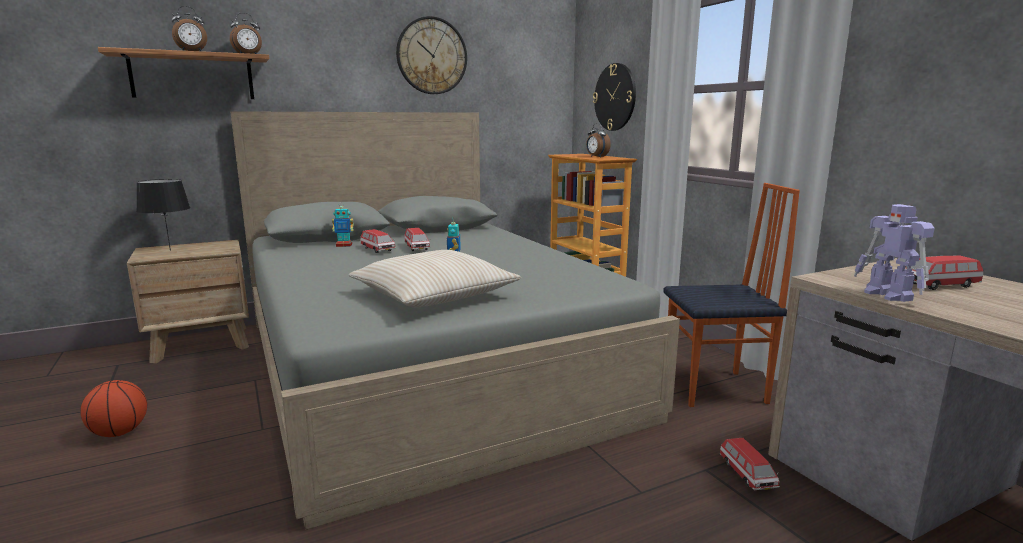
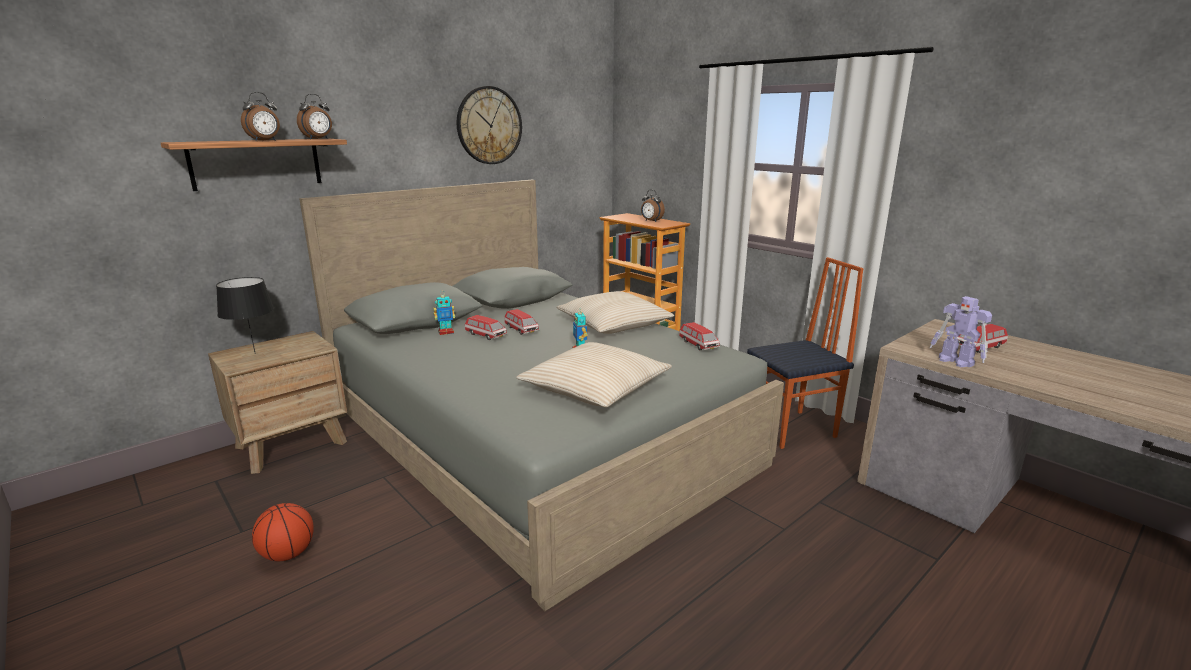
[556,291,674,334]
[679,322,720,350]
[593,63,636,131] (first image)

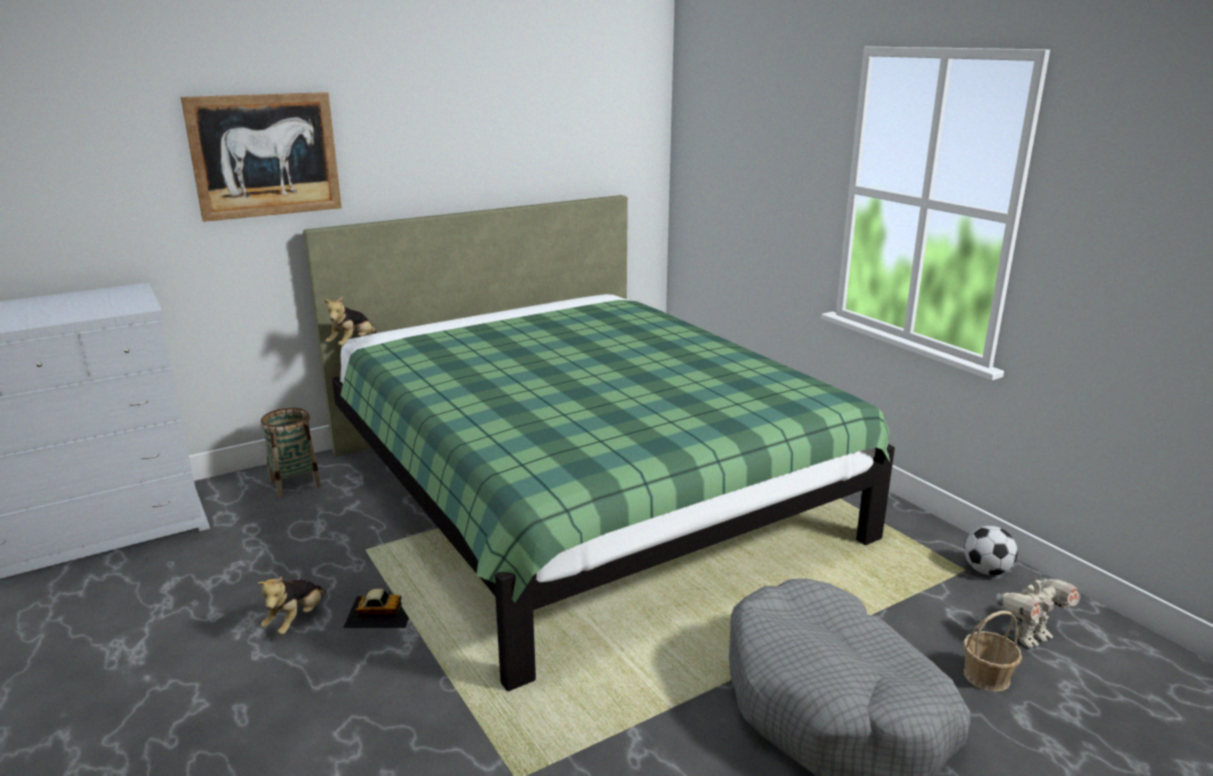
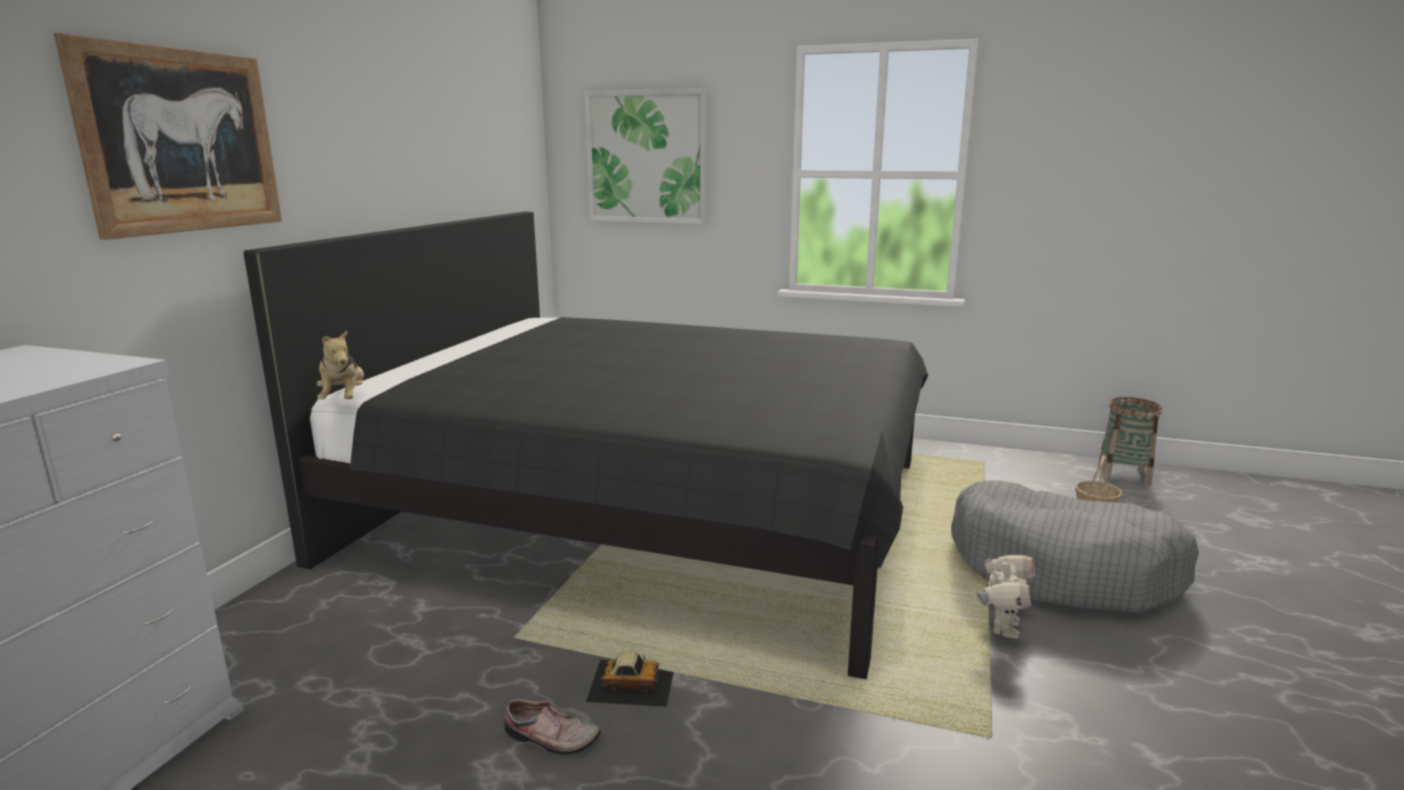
[244,212,928,679]
[504,699,601,755]
[584,88,707,224]
[586,651,674,707]
[977,554,1035,639]
[1098,397,1162,485]
[964,526,1018,575] (first image)

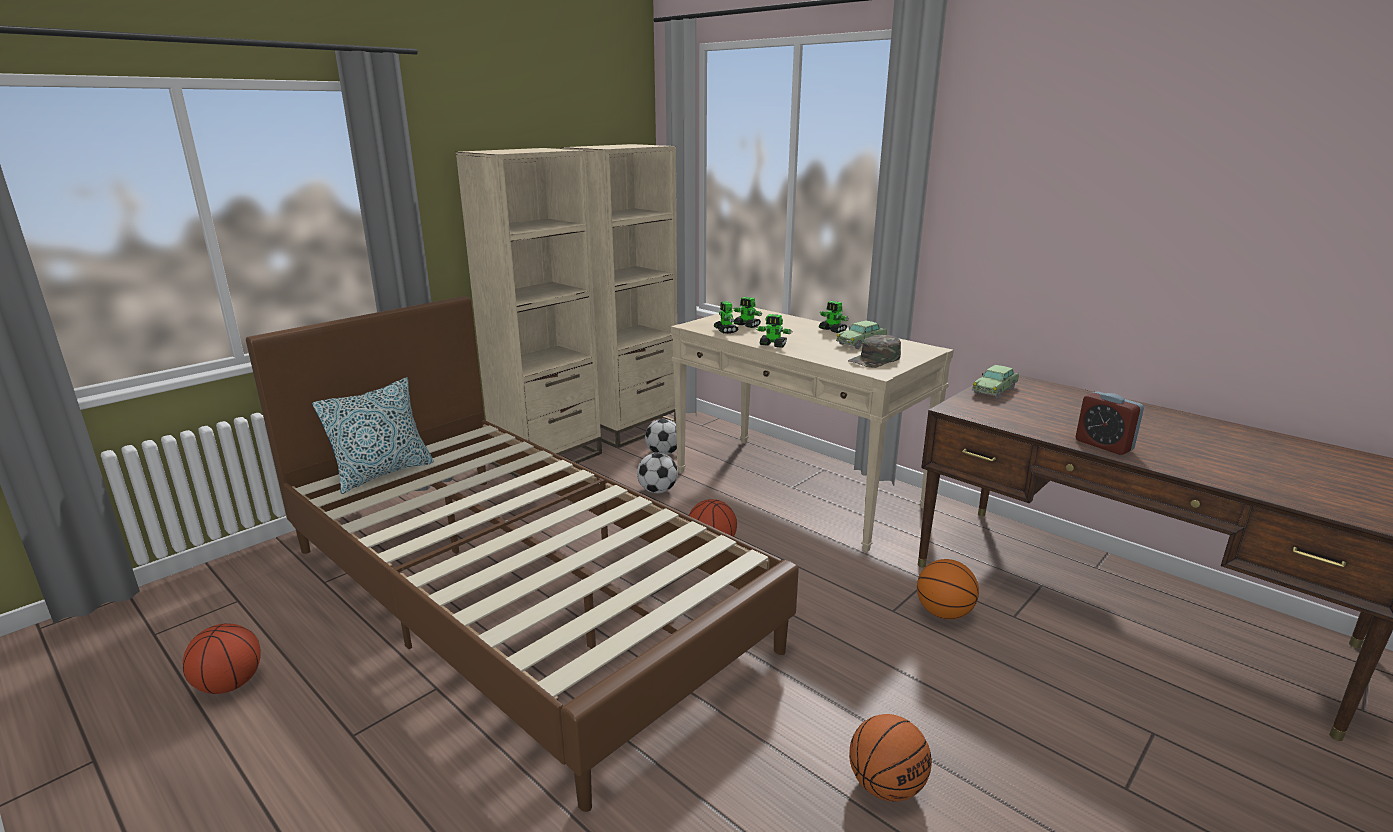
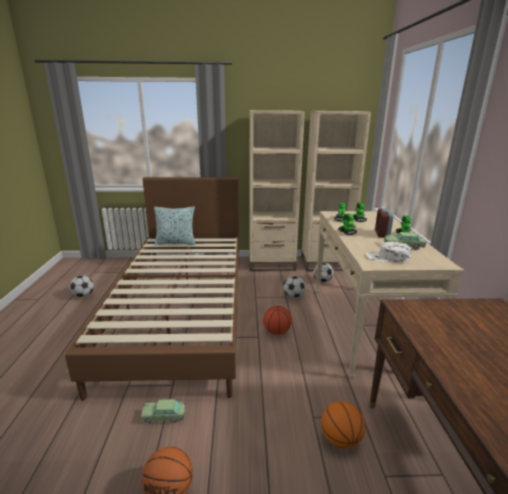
[69,275,94,297]
[140,399,186,424]
[366,242,411,262]
[375,208,394,238]

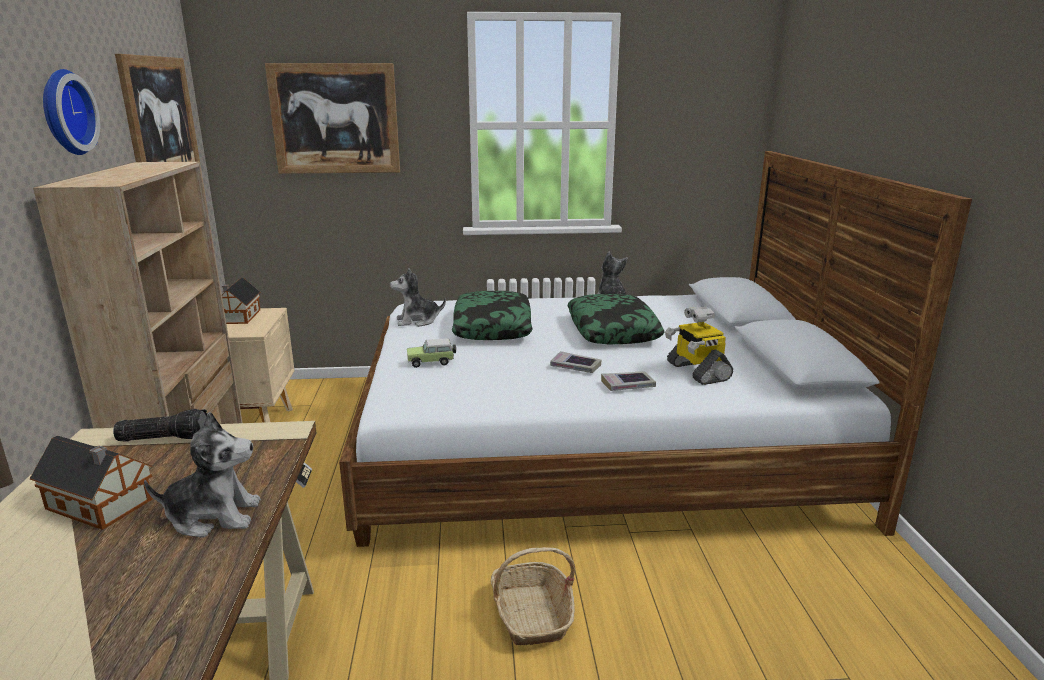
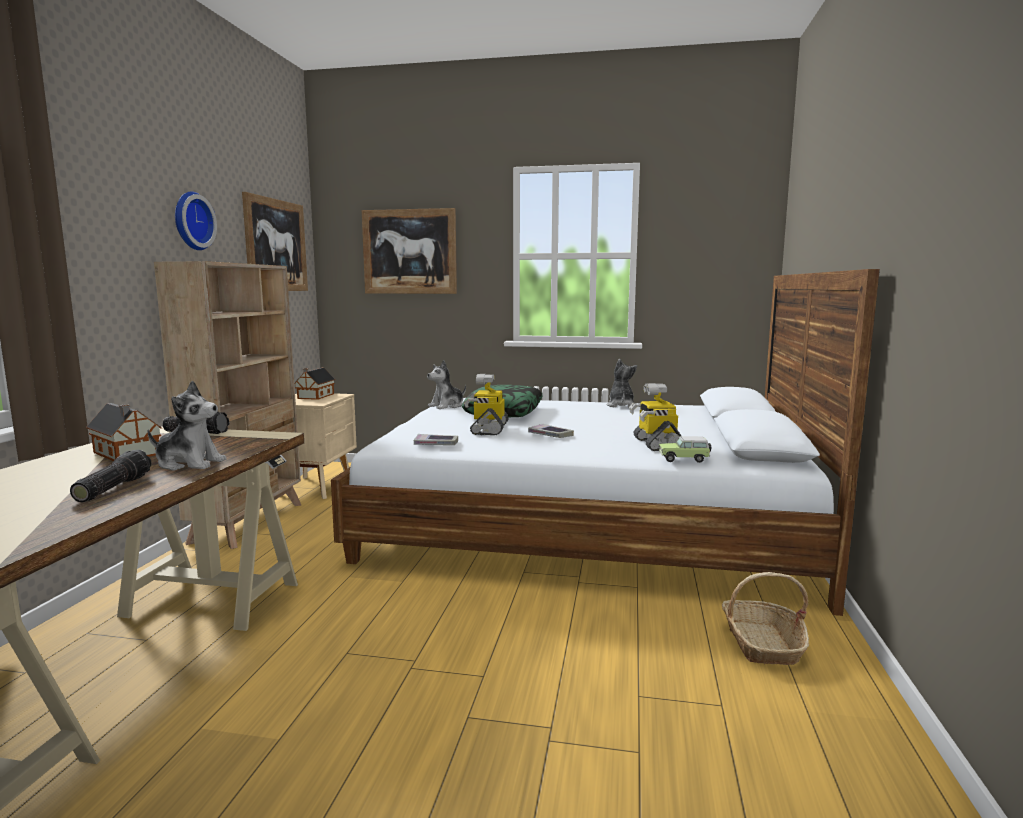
[70,450,151,502]
[414,434,458,445]
[427,360,466,409]
[464,374,508,435]
[659,436,711,463]
[722,572,809,665]
[567,294,665,344] (first image)

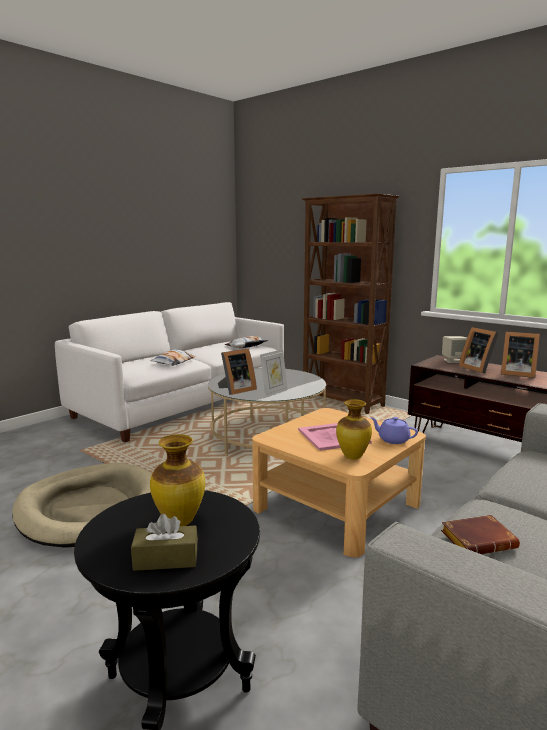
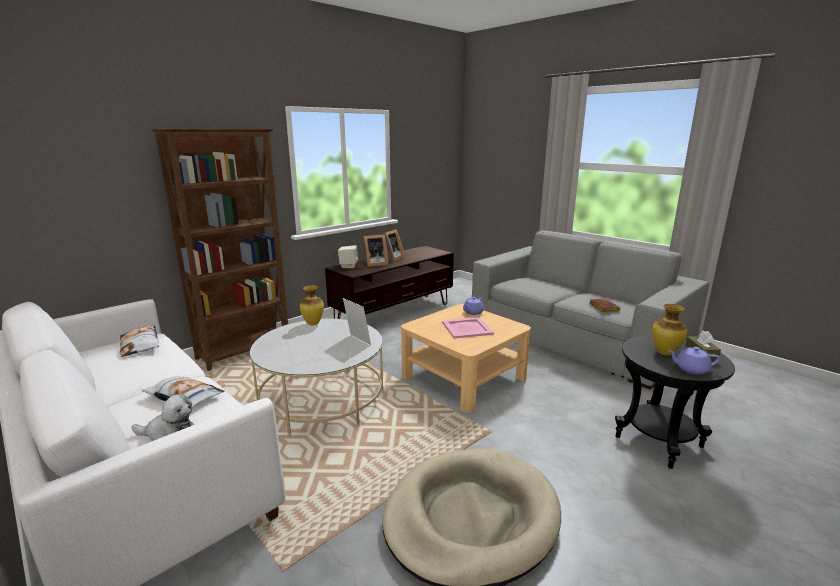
[131,394,195,441]
[300,285,324,325]
[668,347,720,374]
[218,348,257,395] (first image)

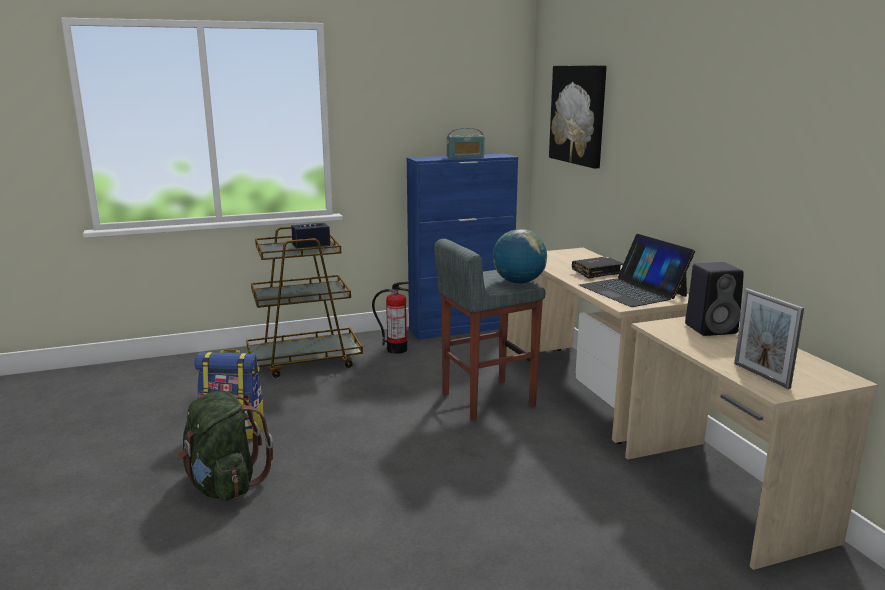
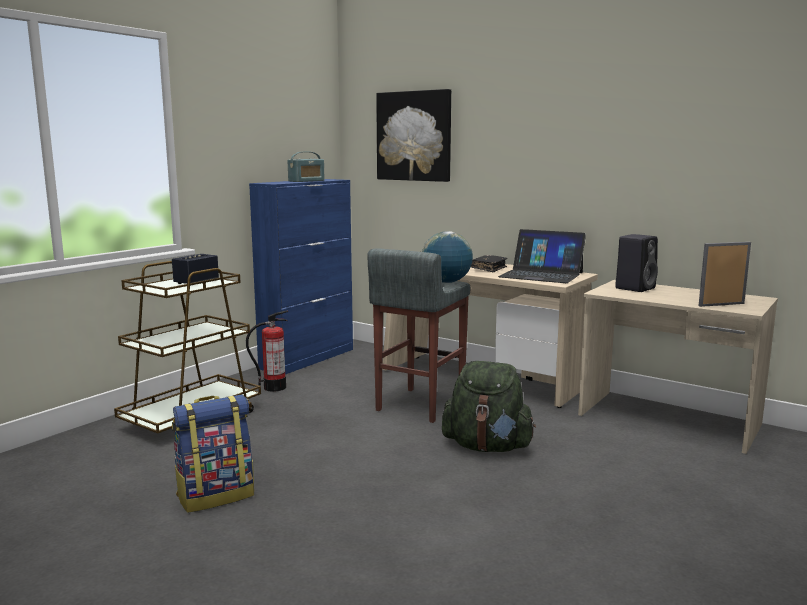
[442,361,536,452]
[698,242,751,307]

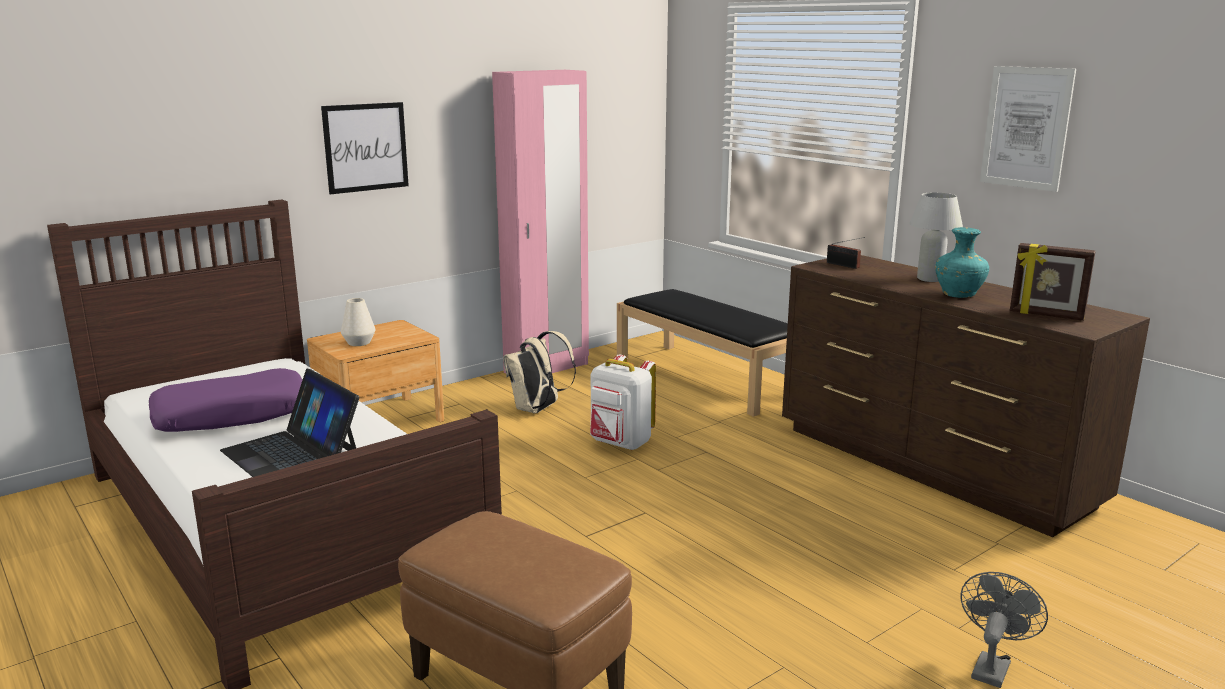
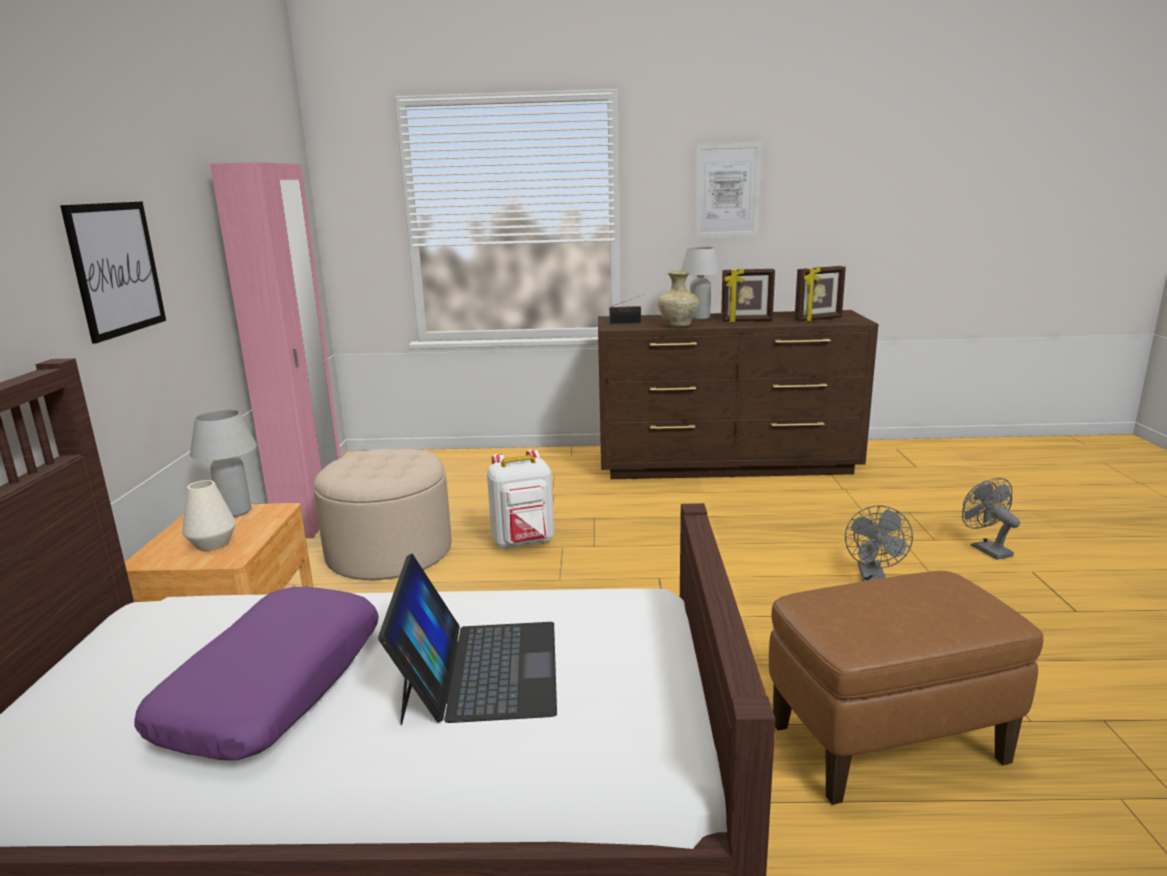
[190,409,257,517]
[314,449,452,580]
[378,554,557,725]
[658,270,699,327]
[721,268,775,322]
[845,505,913,581]
[617,289,788,417] (first image)

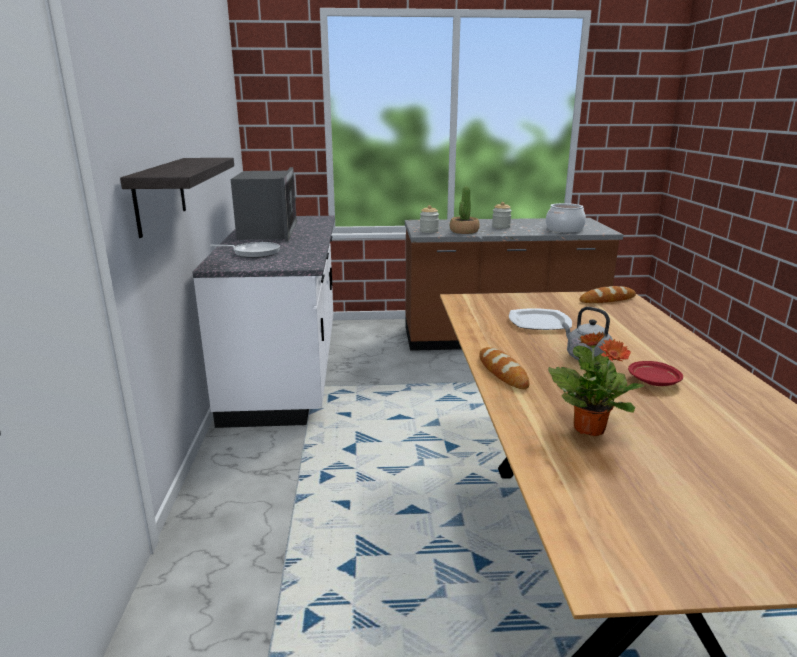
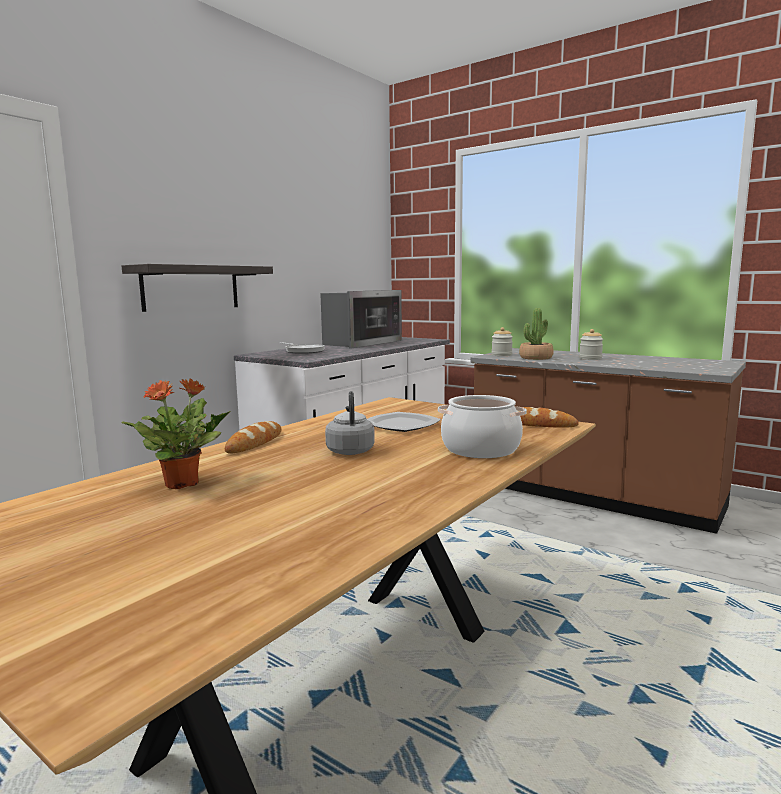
[438,395,527,458]
[628,361,683,386] (first image)

